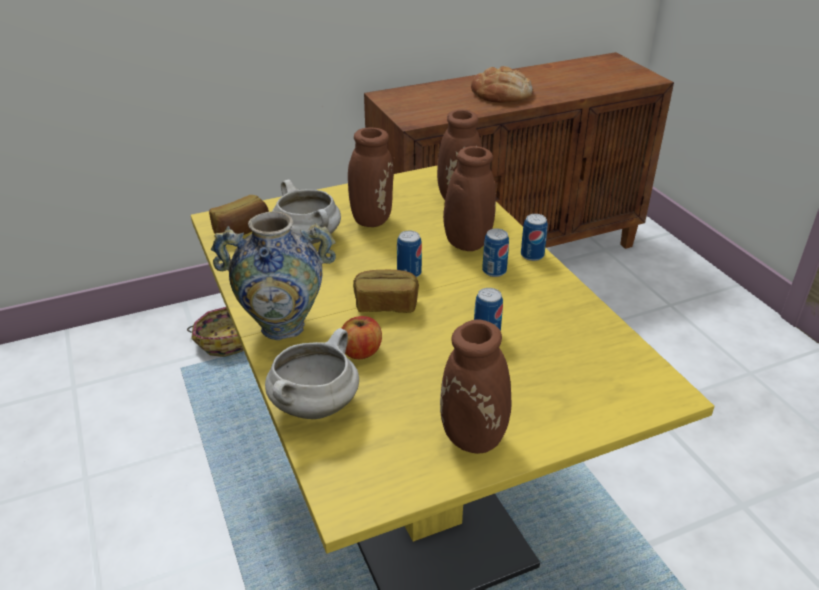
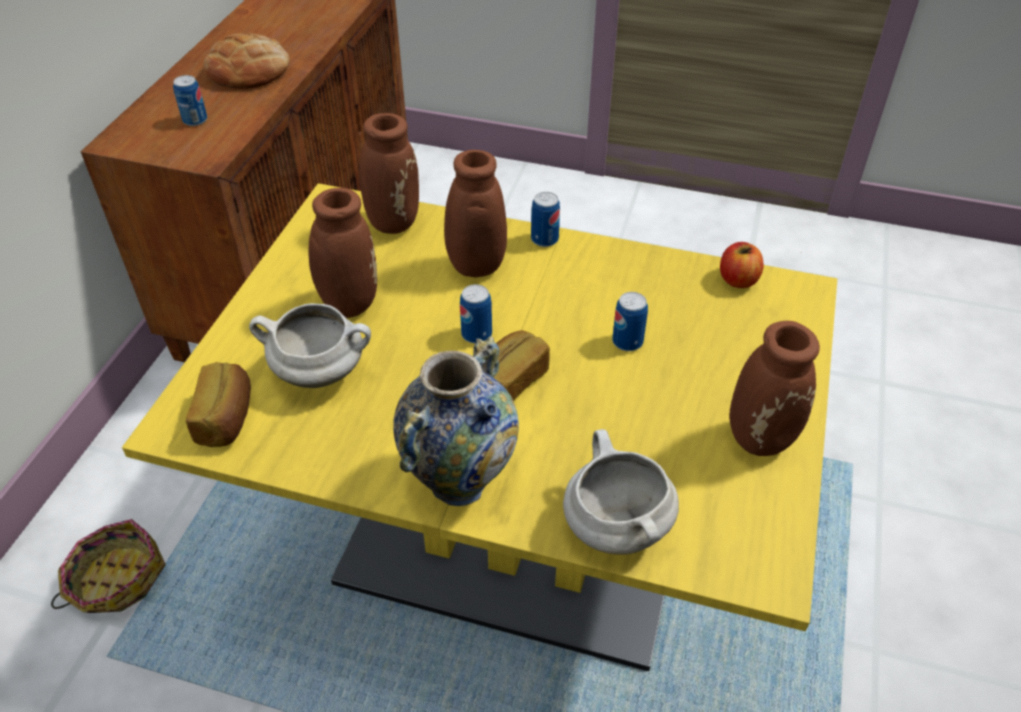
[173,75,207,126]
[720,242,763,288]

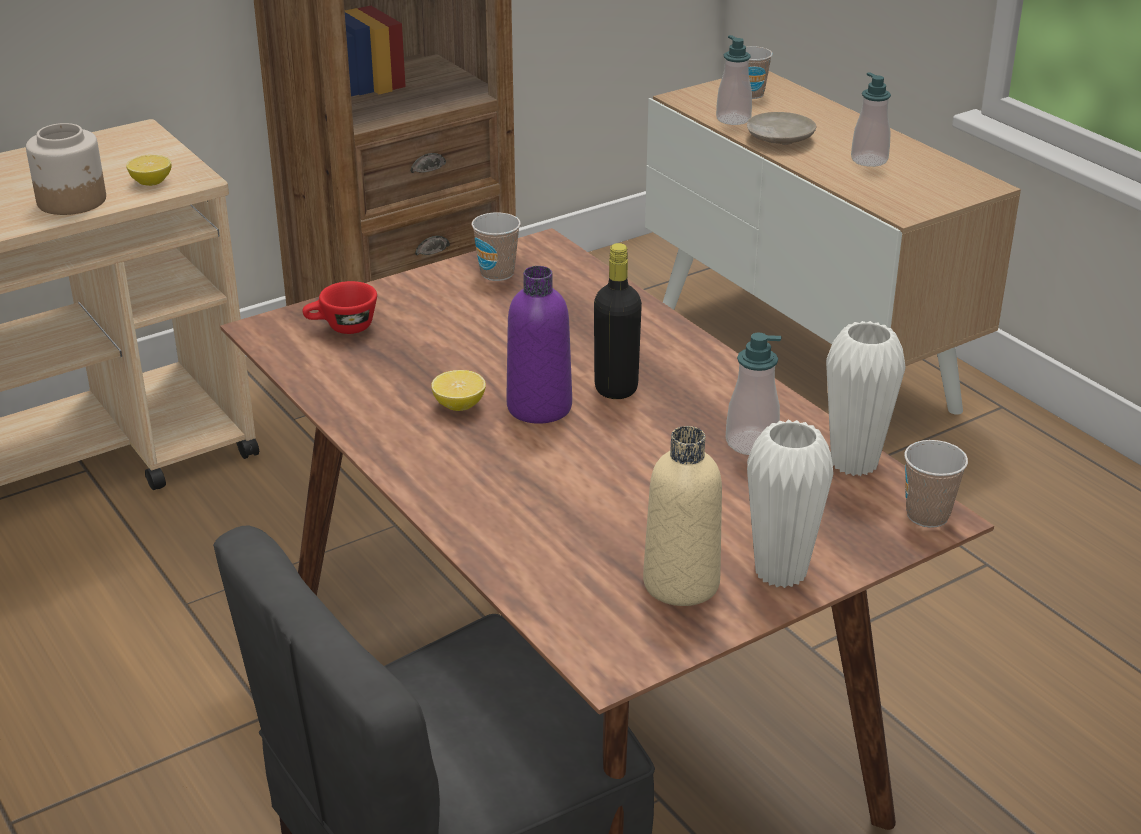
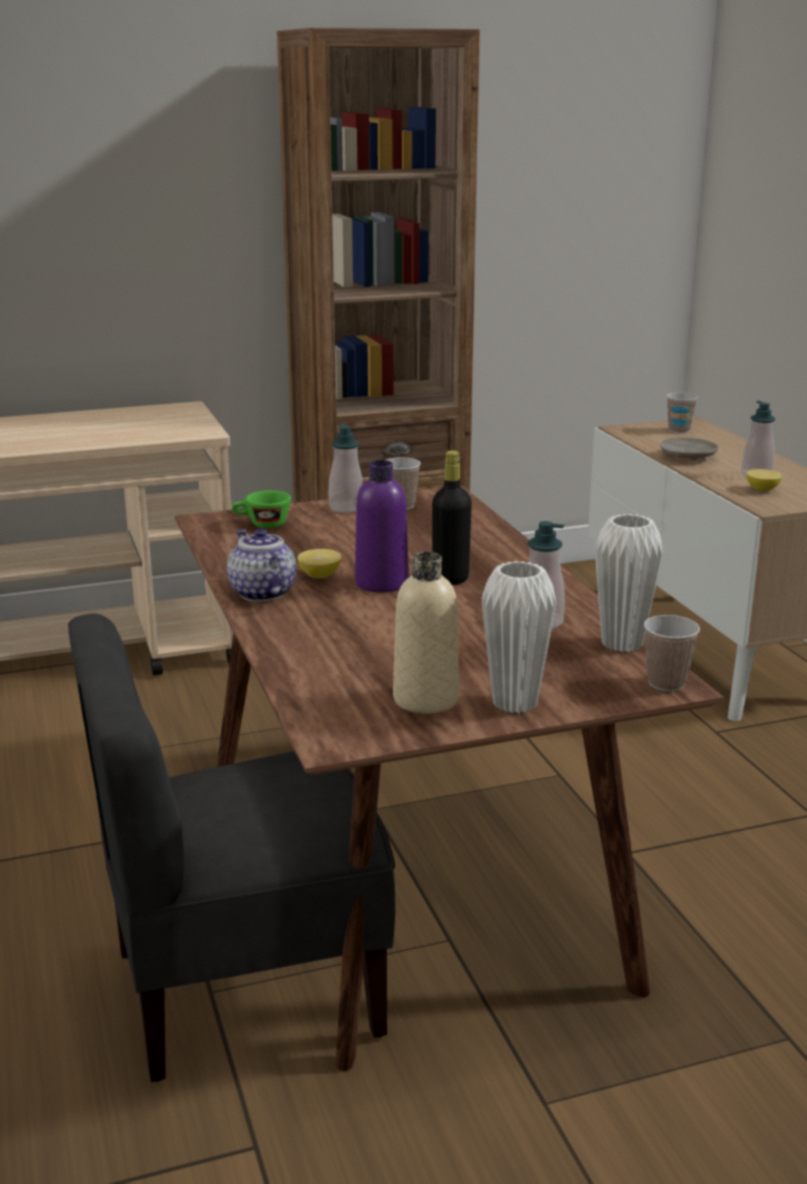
[227,529,297,601]
[232,490,291,528]
[329,423,363,513]
[747,469,782,491]
[26,123,106,215] (first image)

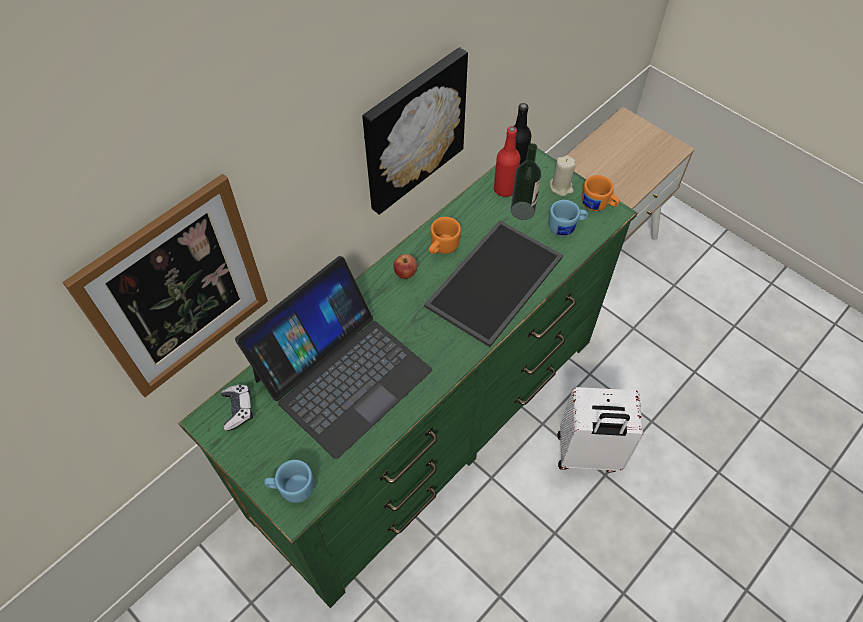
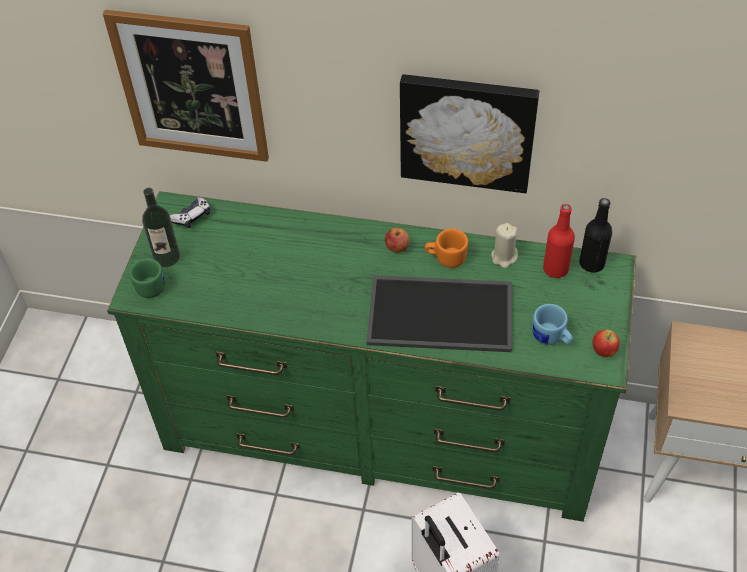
[129,258,165,298]
[142,188,180,267]
[491,223,518,268]
[592,329,619,357]
[235,256,432,459] (first image)

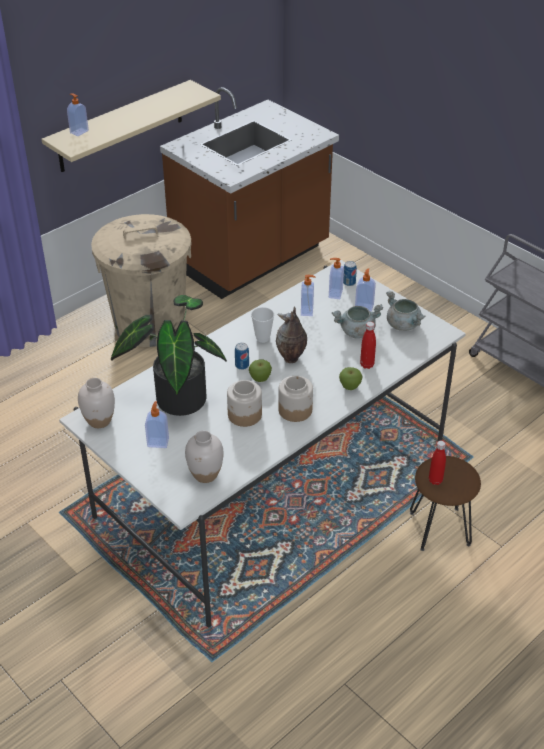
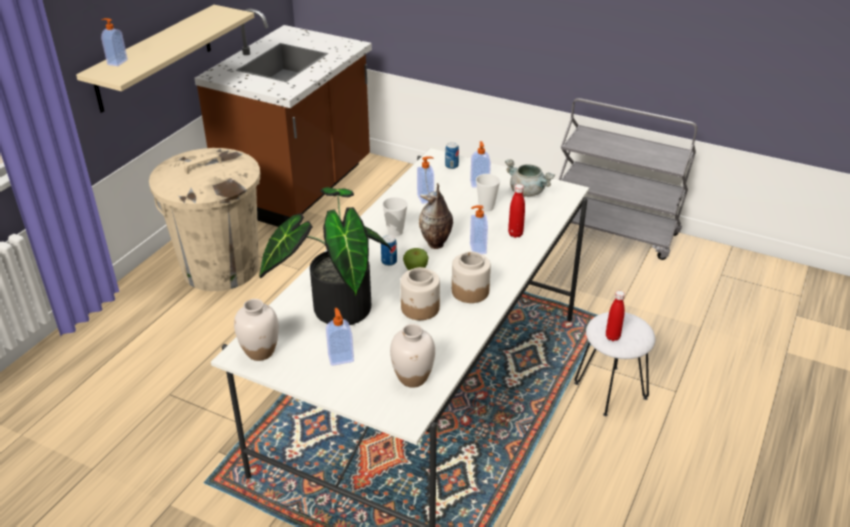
[470,205,488,254]
[476,174,500,212]
[574,312,655,416]
[339,367,362,390] (first image)

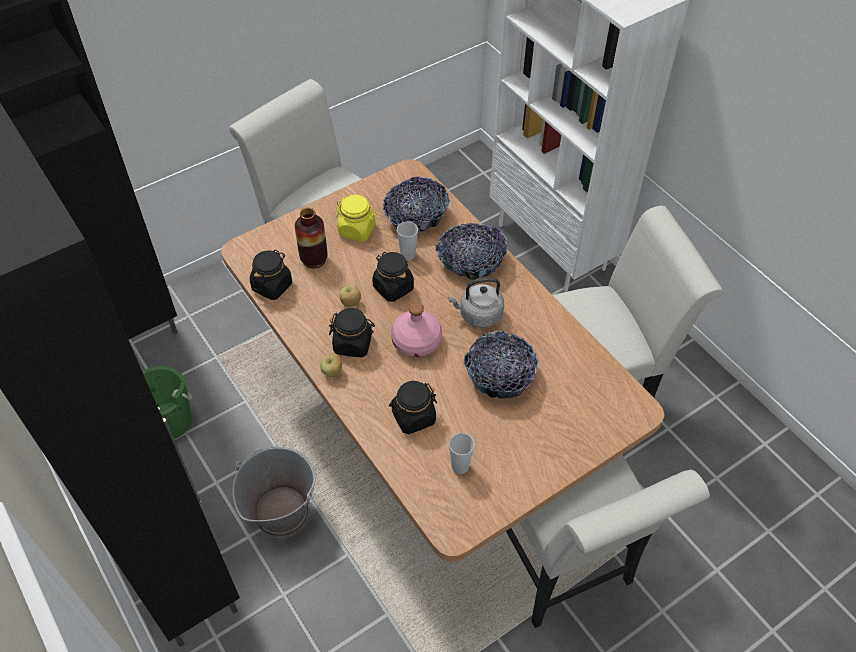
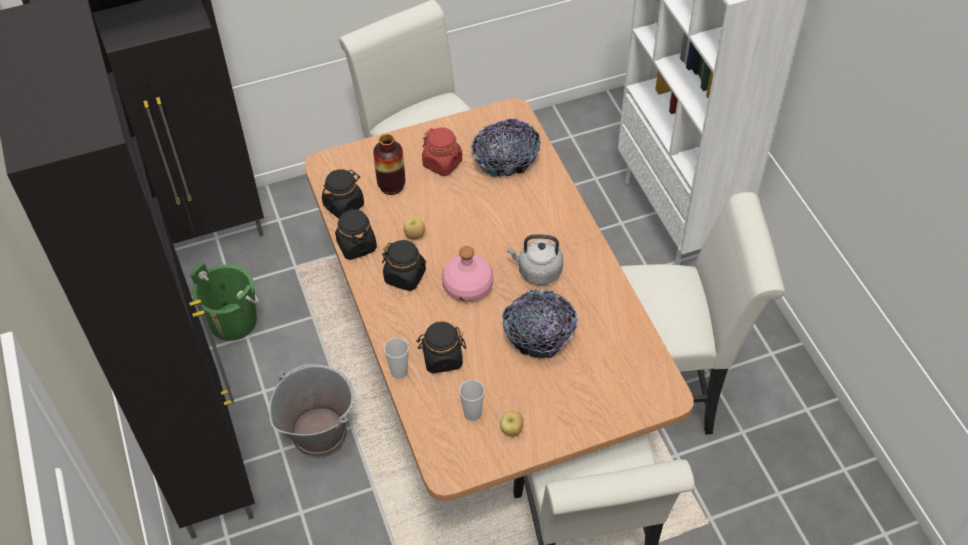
[335,208,377,260]
[384,338,409,379]
[422,128,462,176]
[500,411,524,437]
[435,223,507,280] (first image)

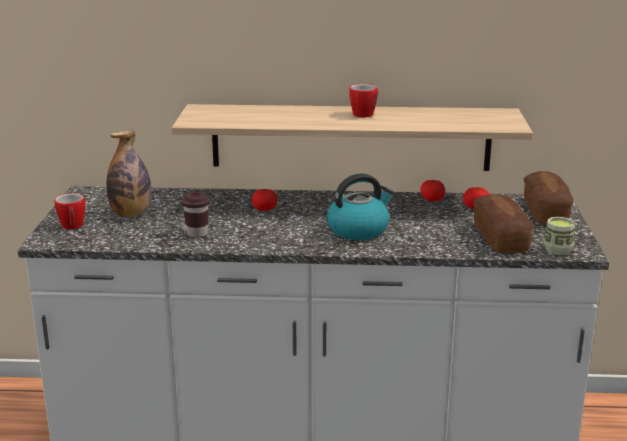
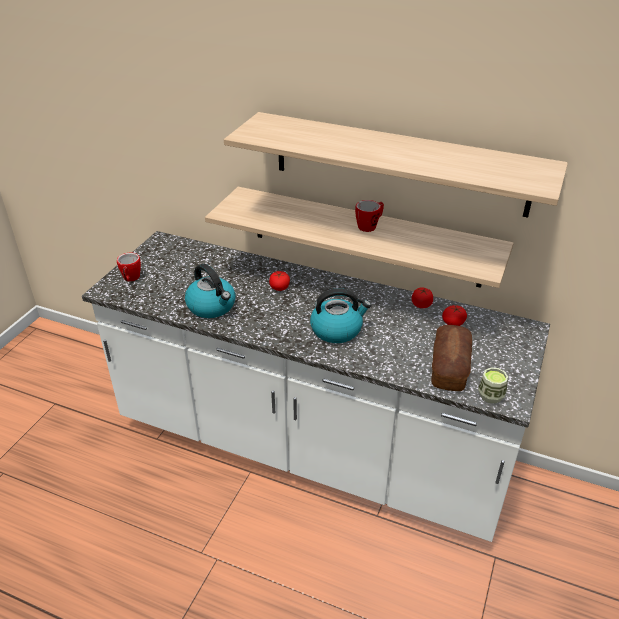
[185,264,235,318]
[224,112,568,218]
[106,131,152,218] (first image)
[524,171,573,224] (first image)

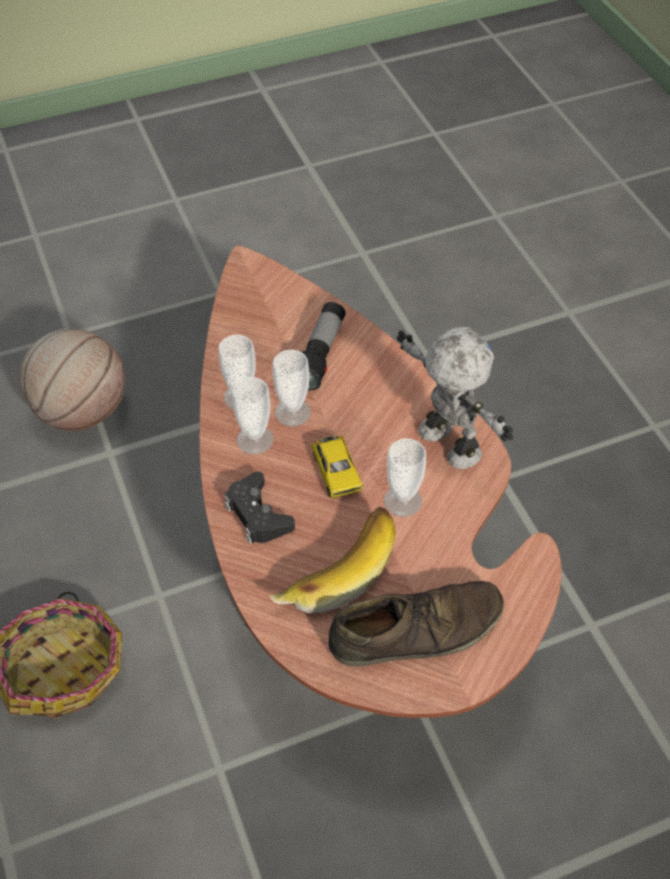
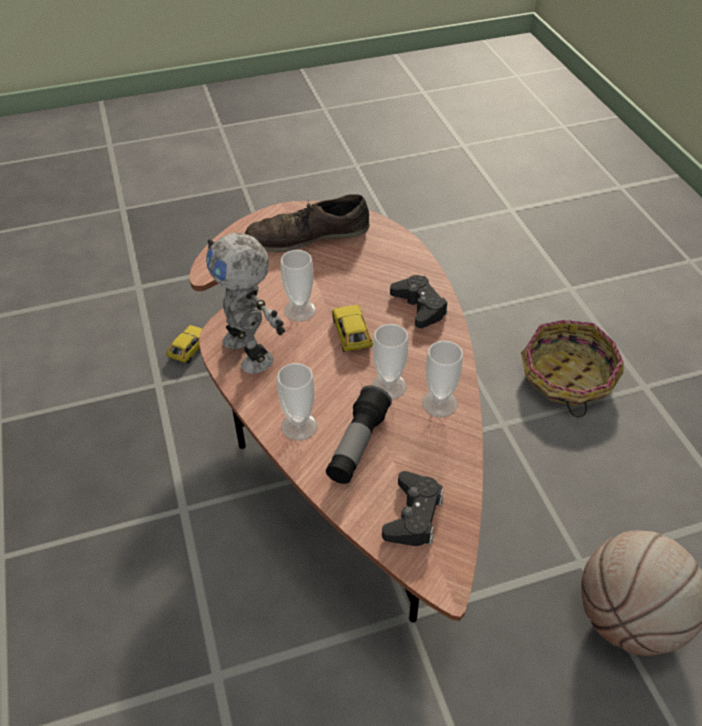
[166,325,202,363]
[277,363,318,441]
[382,471,443,546]
[268,507,396,613] (first image)

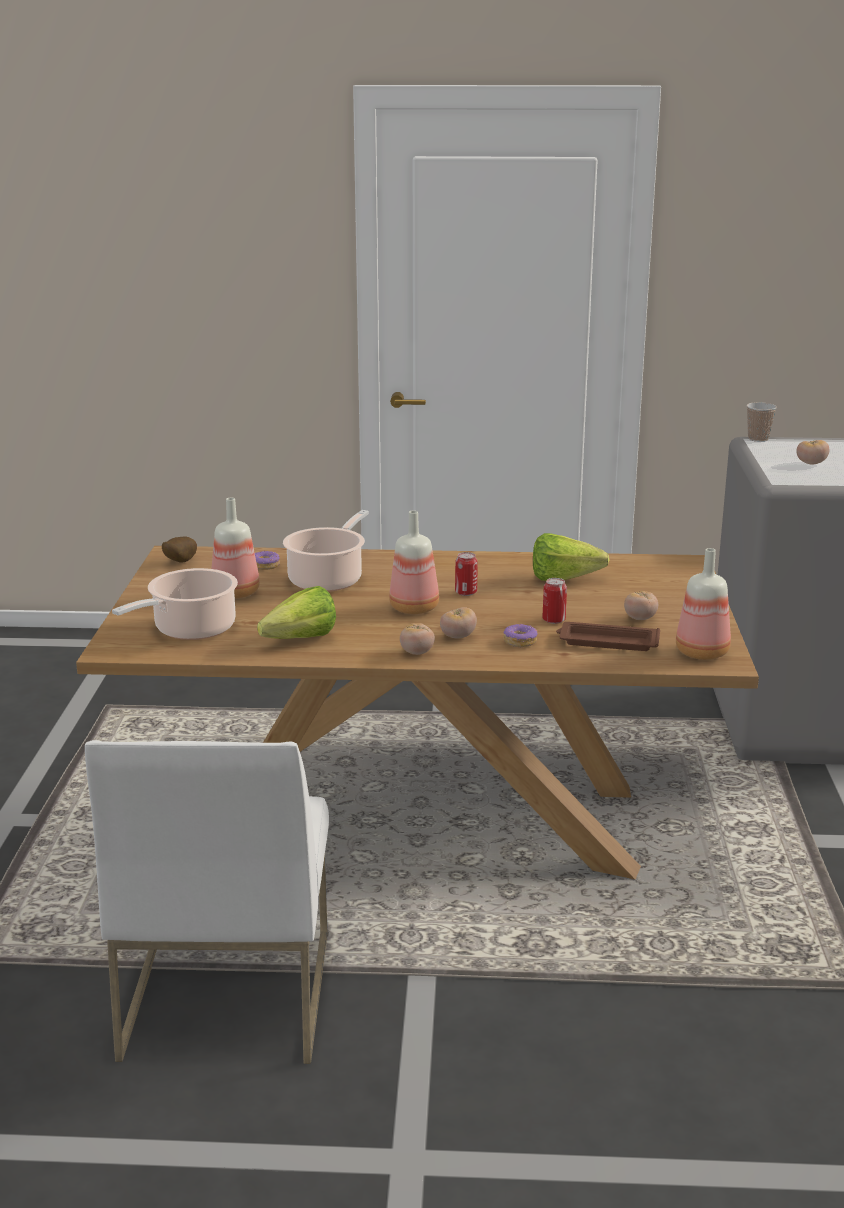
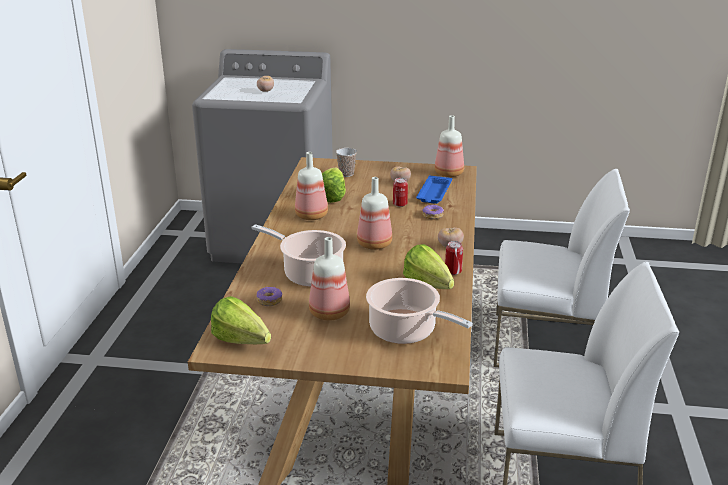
[211,296,271,344]
[295,152,328,220]
[336,148,357,177]
[416,175,452,204]
[445,241,463,275]
[494,169,630,367]
[440,607,477,639] (first image)

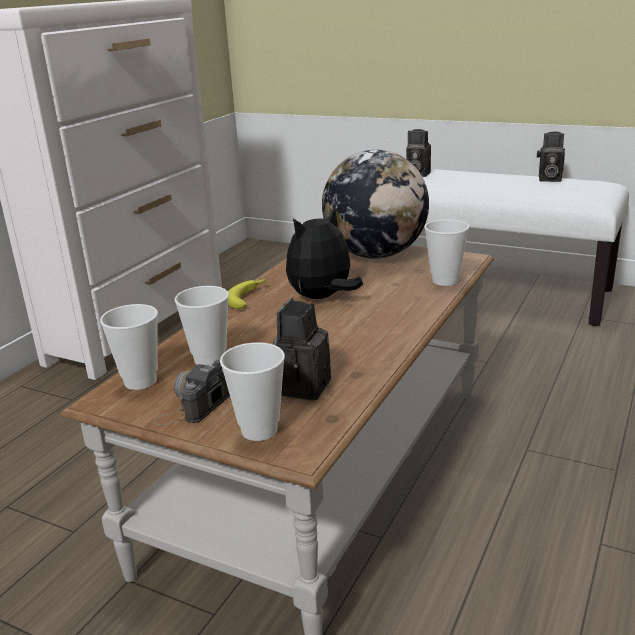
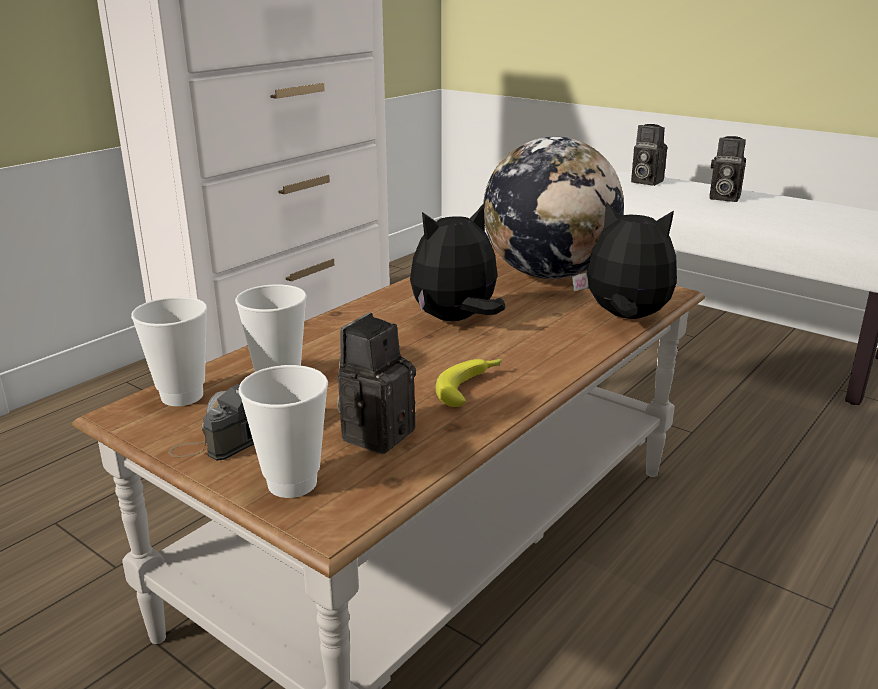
[435,359,502,407]
[572,202,677,319]
[709,136,746,202]

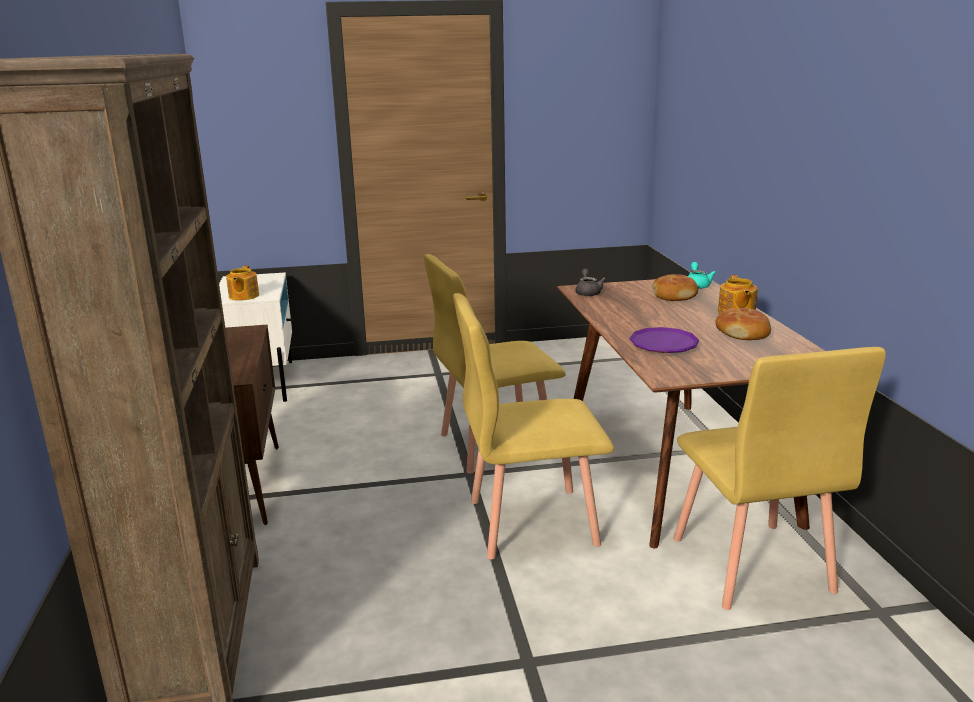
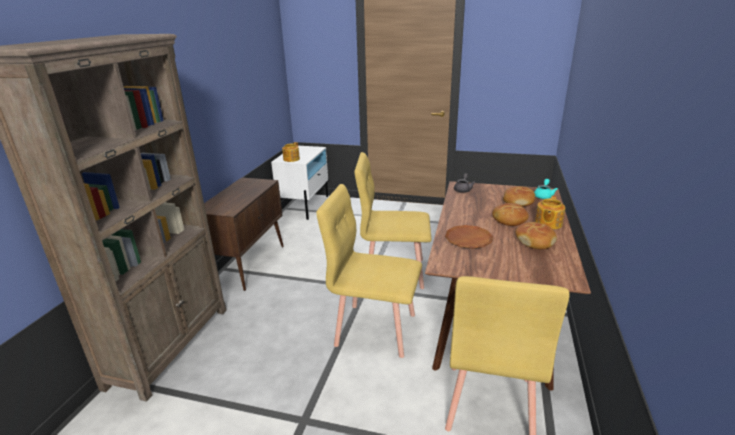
[445,225,493,249]
[492,203,529,226]

